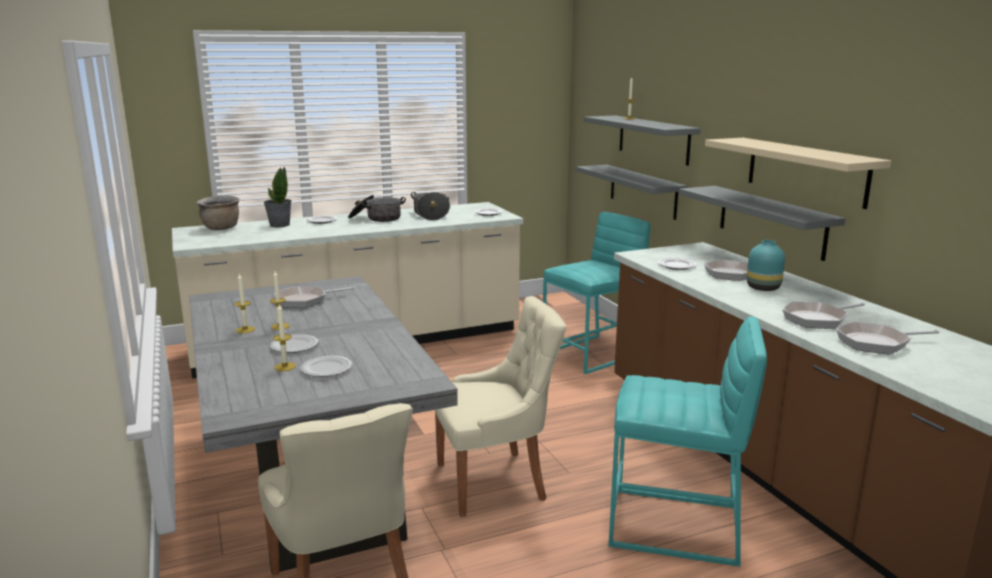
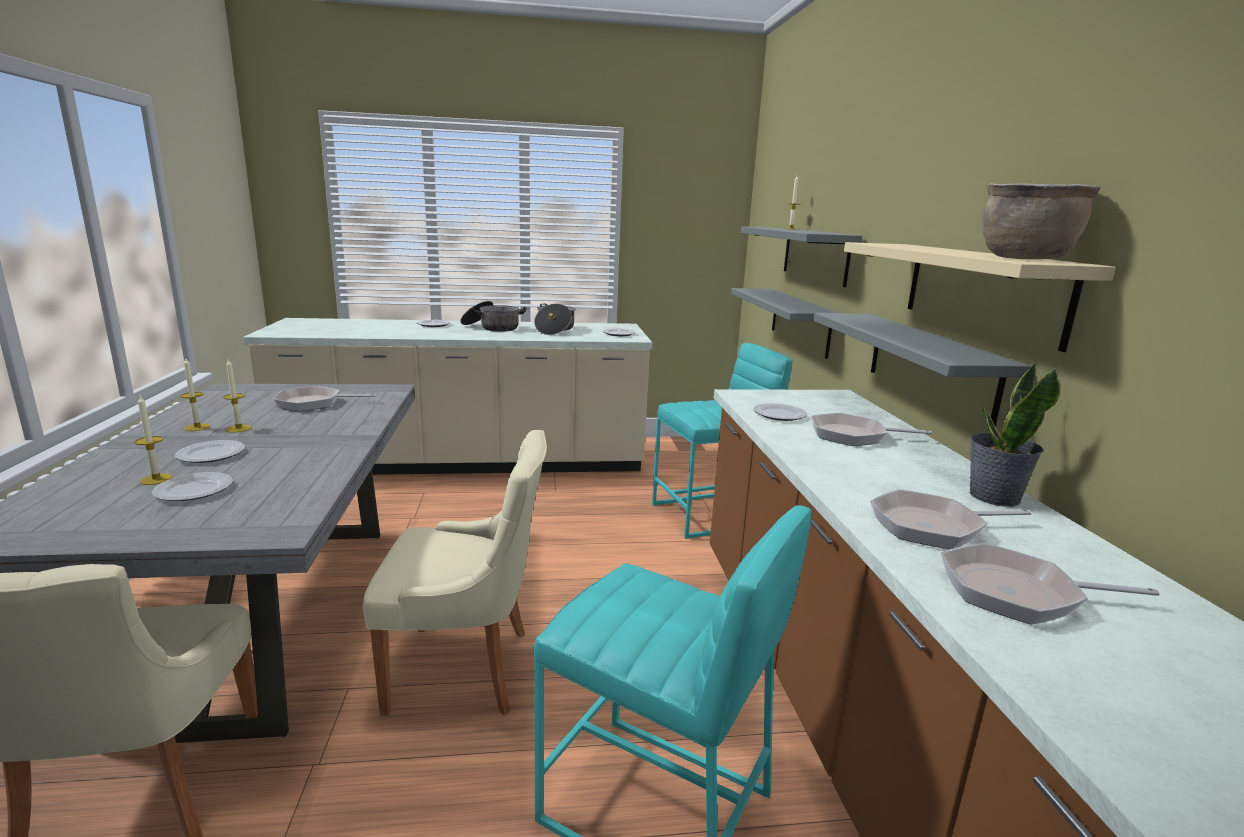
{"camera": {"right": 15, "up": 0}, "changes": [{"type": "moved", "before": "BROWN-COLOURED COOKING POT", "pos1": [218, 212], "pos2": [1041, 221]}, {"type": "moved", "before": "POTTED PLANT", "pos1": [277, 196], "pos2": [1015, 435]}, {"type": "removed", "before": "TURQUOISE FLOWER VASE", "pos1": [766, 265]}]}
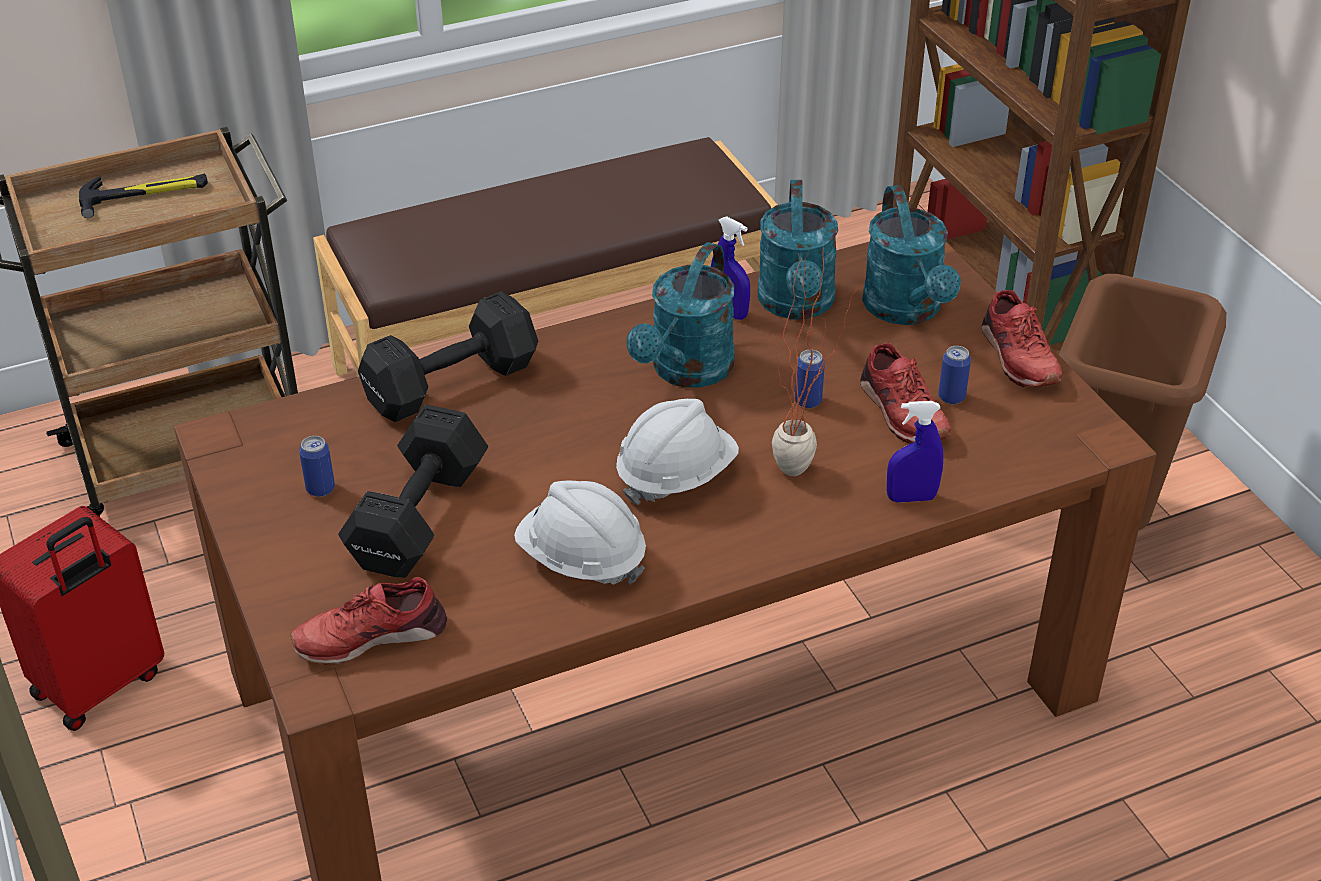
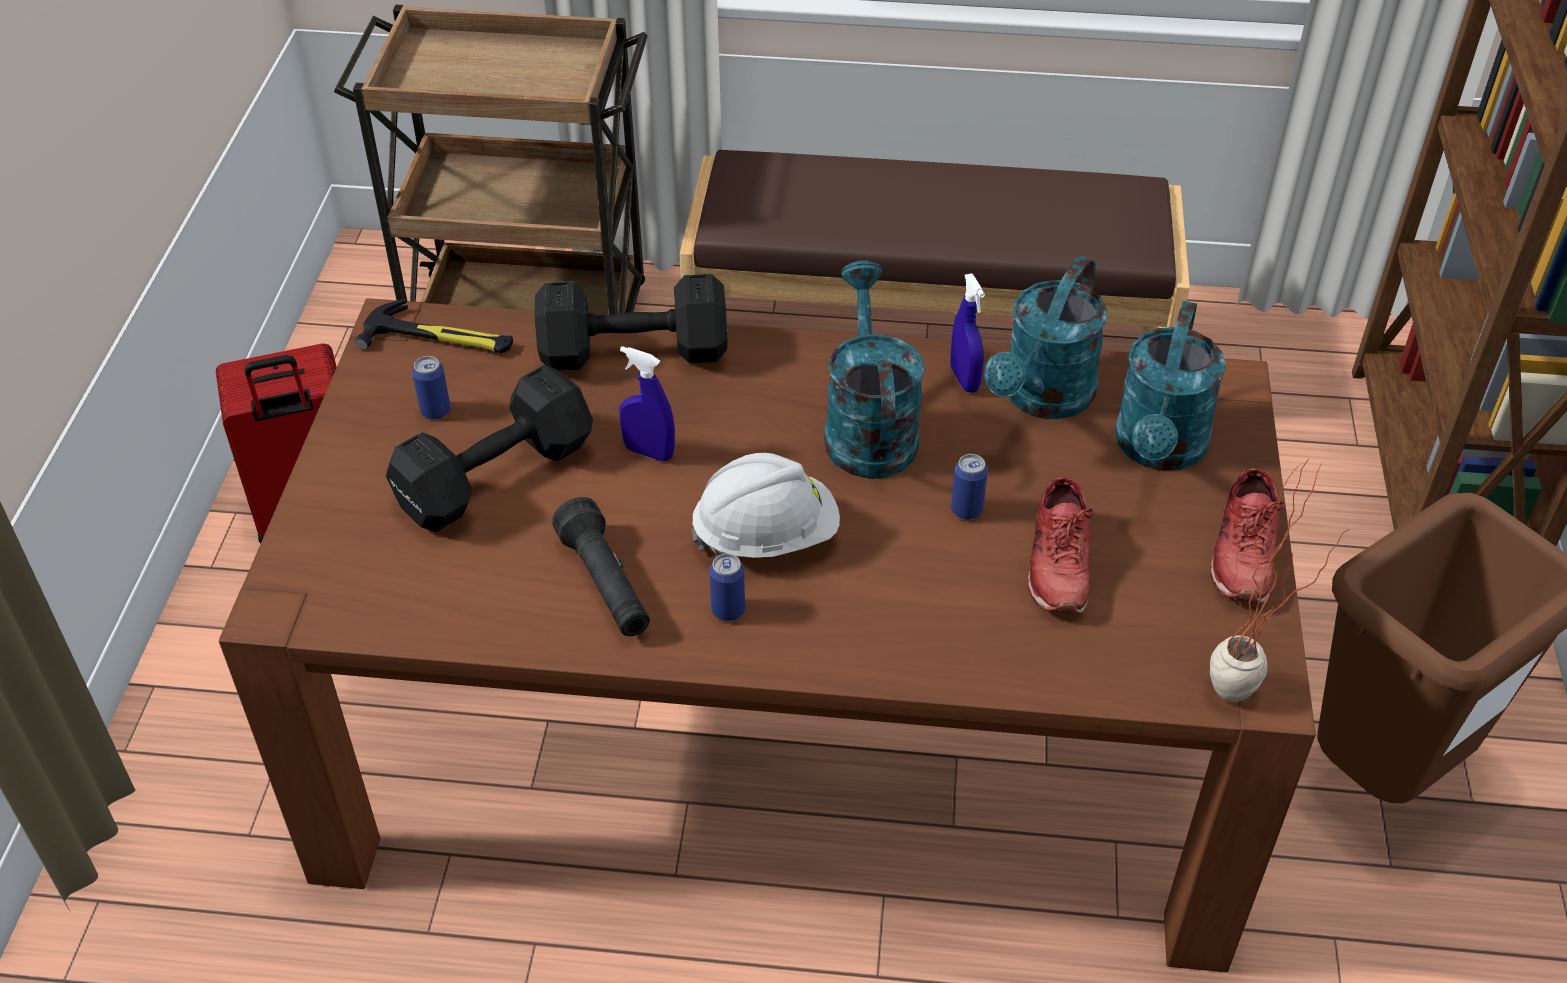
{"camera": {"right": 30, "up": 5}, "changes": [{"type": "moved", "before": "HAMMER", "pos1": [143, 196], "pos2": [434, 326]}, {"type": "removed", "before": "RED-COLOURED SHOE", "pos1": [368, 620]}, {"type": "replaced", "before": "WHITE HARD HAT", "after": "BLACK HAND TORCH", "pos1": [580, 533], "pos2": [601, 566]}, {"type": "turned", "before": "TURQUOISE WATERING POT", "pos1": [681, 315], "pos2": [874, 370], "turn": 120}, {"type": "moved", "before": "POTTED PLANT", "pos1": [815, 360], "pos2": [1279, 580]}, {"type": "moved", "before": "BLUISH HAND SPRAYER", "pos1": [915, 452], "pos2": [647, 404]}, {"type": "moved", "before": "SEALED CAN", "pos1": [954, 375], "pos2": [727, 587]}]}
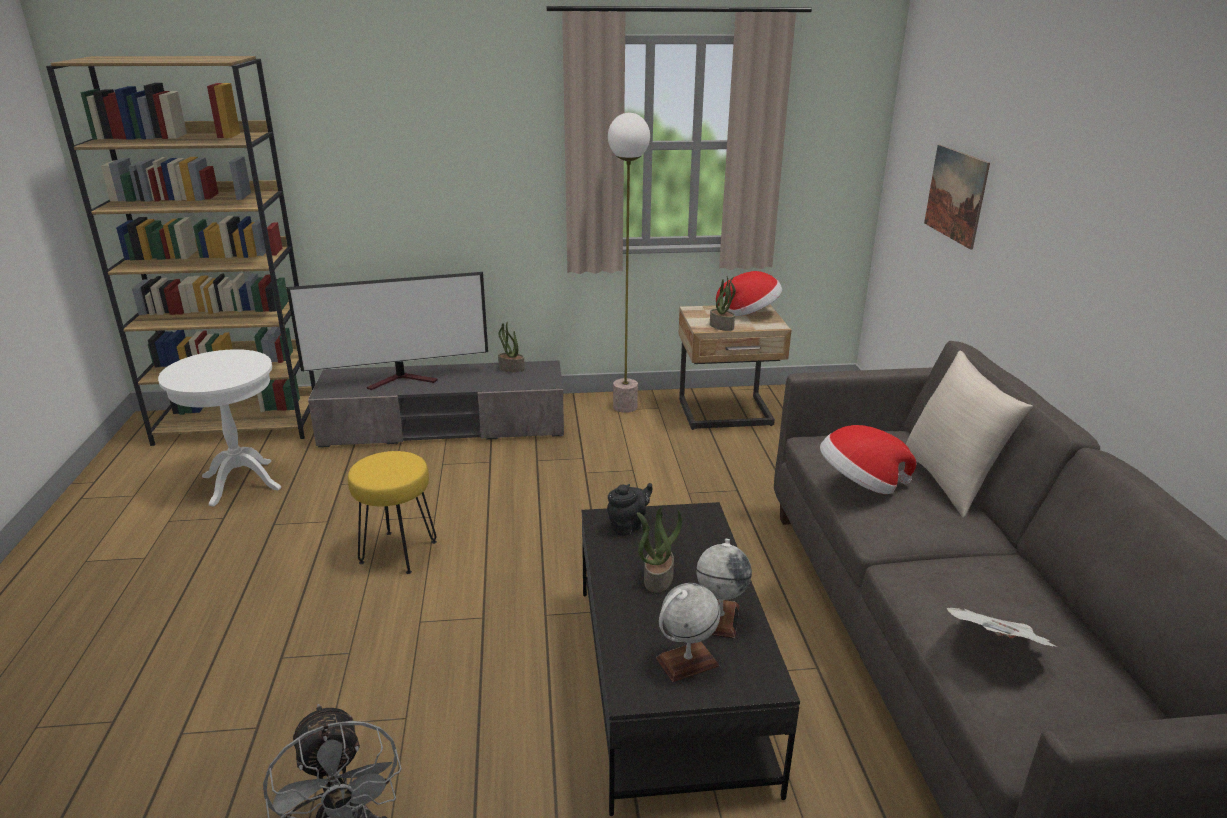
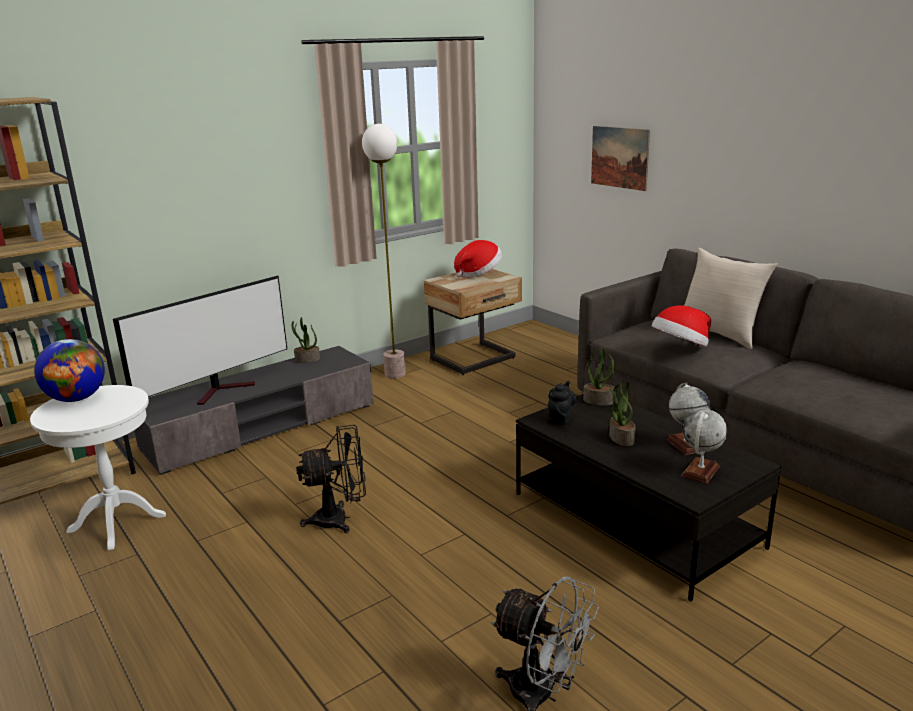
{"camera": {"right": -30, "up": -5}, "changes": [{"type": "replaced", "before": "YELLOWISH STOOL", "after": "BLACK FAN", "pos1": [392, 512], "pos2": [331, 479]}, {"type": "moved", "before": "POTTED PLANT", "pos1": [723, 303], "pos2": [599, 376]}, {"type": "removed", "before": "DAILY PAPER", "pos1": [1002, 627]}, {"type": "added", "after": "GLOBE", "pos2": [69, 370]}]}
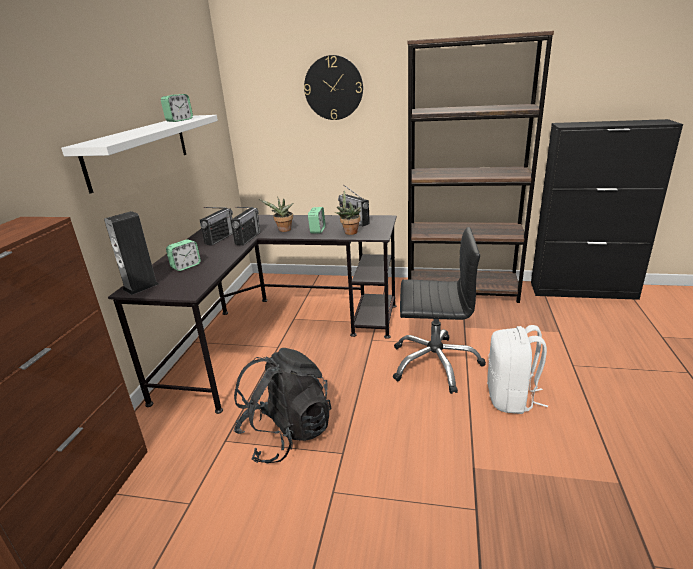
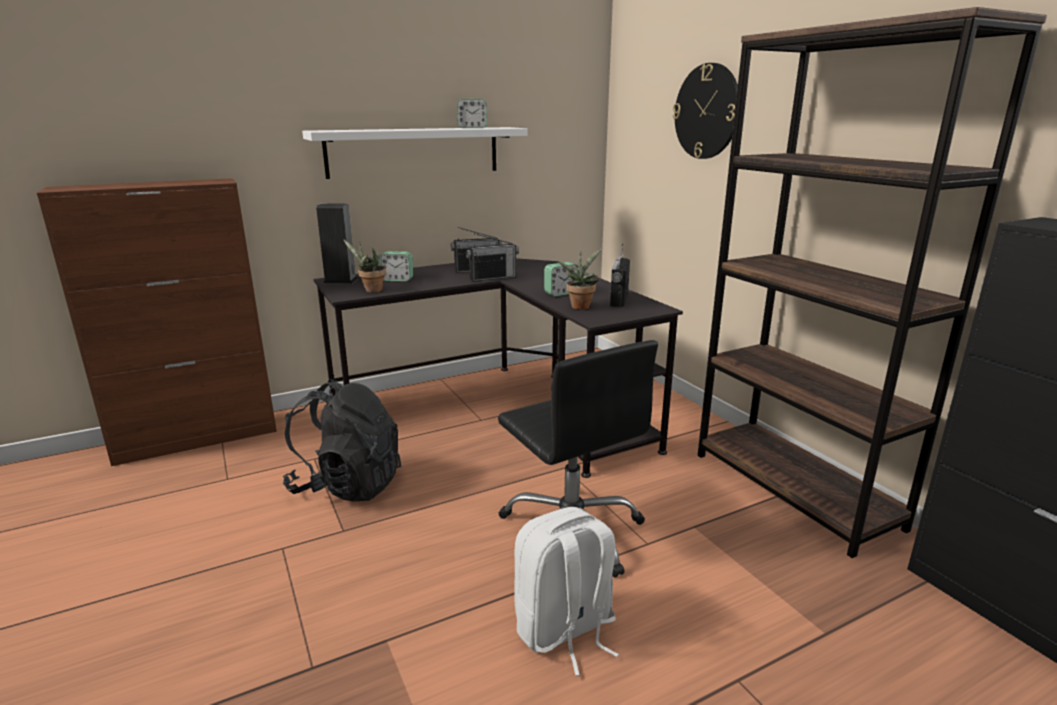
{"camera": {"right": 50, "up": -5}, "changes": [{"type": "moved", "before": "POTTED PLANT", "pos1": [276, 215], "pos2": [364, 266]}]}
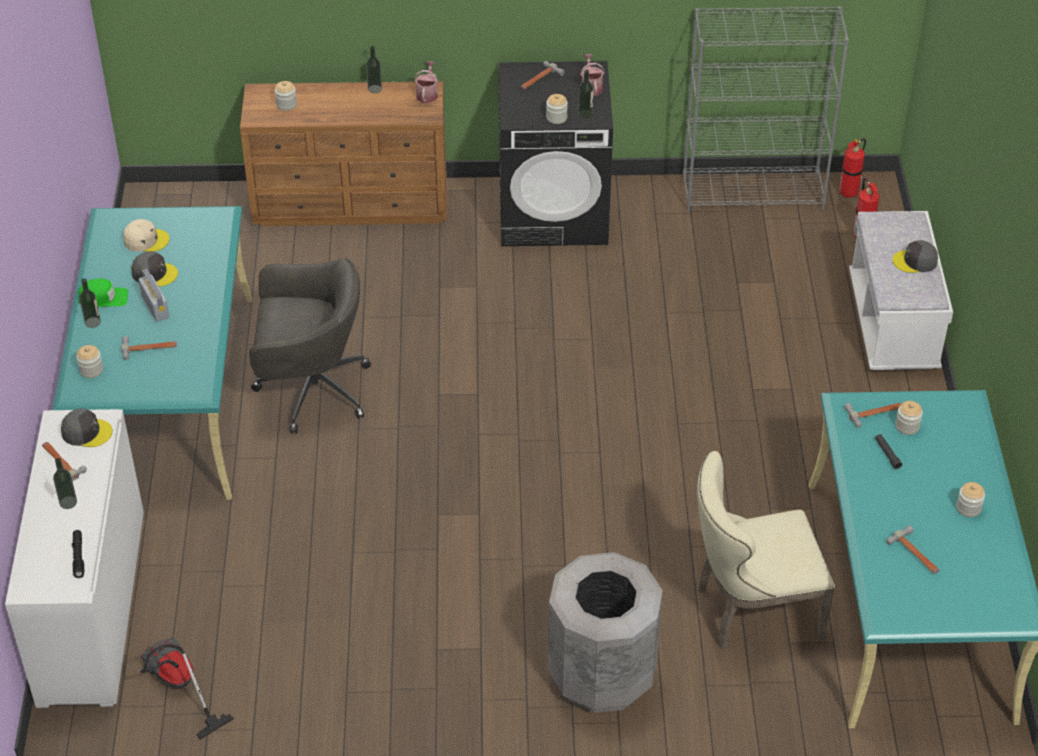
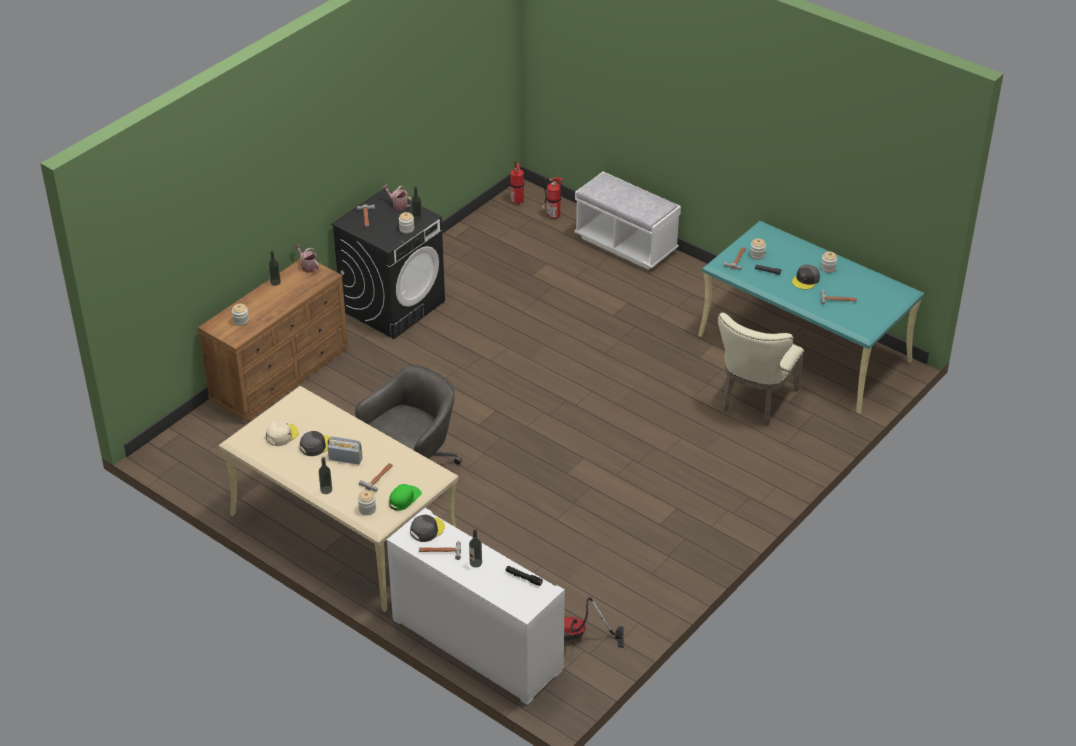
{"camera": {"right": -50, "up": -5}, "changes": [{"type": "recoloured", "before": "TURQUOISE DESK UNIT", "after": "BEIGE DESK UNIT", "pos1": [152, 353], "pos2": [339, 499]}, {"type": "moved", "before": "GREENISH BASEBALL CAP", "pos1": [103, 292], "pos2": [405, 497]}, {"type": "removed", "before": "GRAY RUBBISH BIN", "pos1": [605, 632]}, {"type": "removed", "before": "GRAY SHELVING UNIT", "pos1": [766, 109]}, {"type": "moved", "before": "GRAY BASEBALL CAP", "pos1": [915, 256], "pos2": [806, 276]}]}
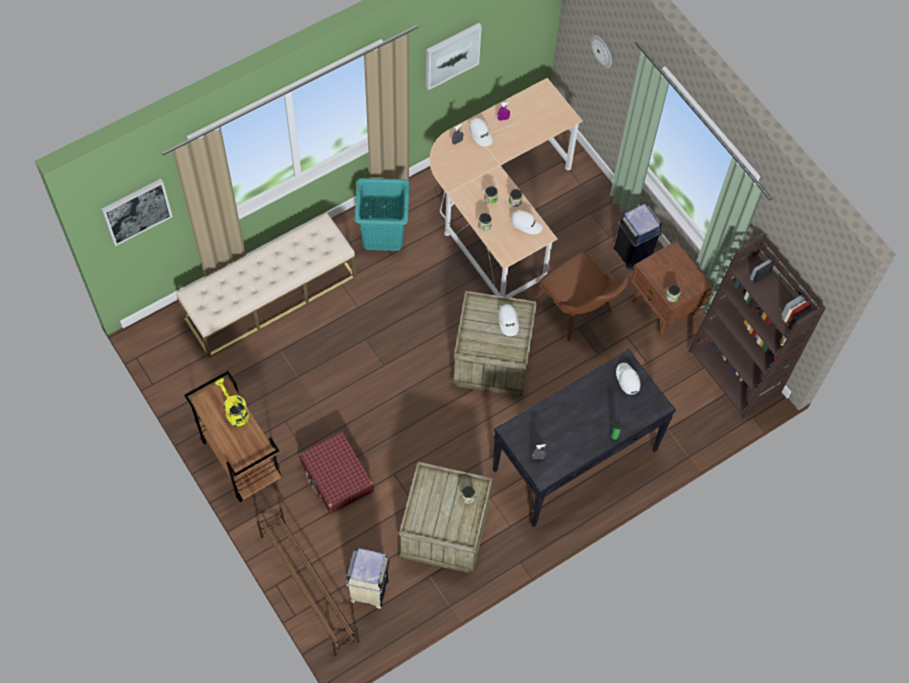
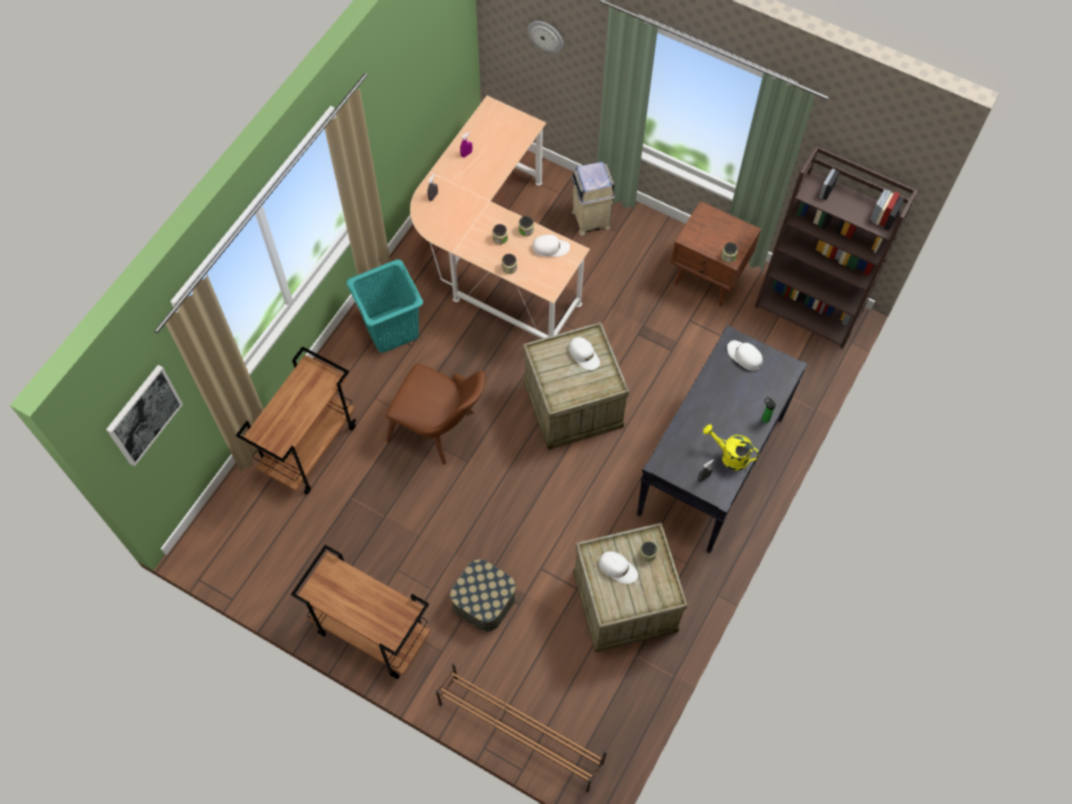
{"camera": {"right": -25, "up": 0}, "changes": [{"type": "replaced", "before": "BEIGE BENCH", "after": "BROWN-COLOURED WHEELED CART", "pos1": [266, 285], "pos2": [296, 420]}, {"type": "moved", "before": "YELLOWISH WATERING POT", "pos1": [232, 402], "pos2": [731, 447]}, {"type": "replaced", "before": "RED-COLOURED TRAVEL CASE", "after": "STORAGE BOX", "pos1": [336, 472], "pos2": [483, 595]}, {"type": "moved", "before": "BEIGE RUBBISH BIN", "pos1": [368, 578], "pos2": [593, 198]}, {"type": "removed", "before": "WALL PICTURE", "pos1": [454, 56]}, {"type": "moved", "before": "WHITE BASEBALL CAP", "pos1": [481, 132], "pos2": [618, 567]}, {"type": "moved", "before": "BROWN-COLOURED UPRIGHT CHAIR", "pos1": [581, 296], "pos2": [435, 414]}, {"type": "removed", "before": "BLUISH RUBBISH BIN", "pos1": [637, 236]}]}
